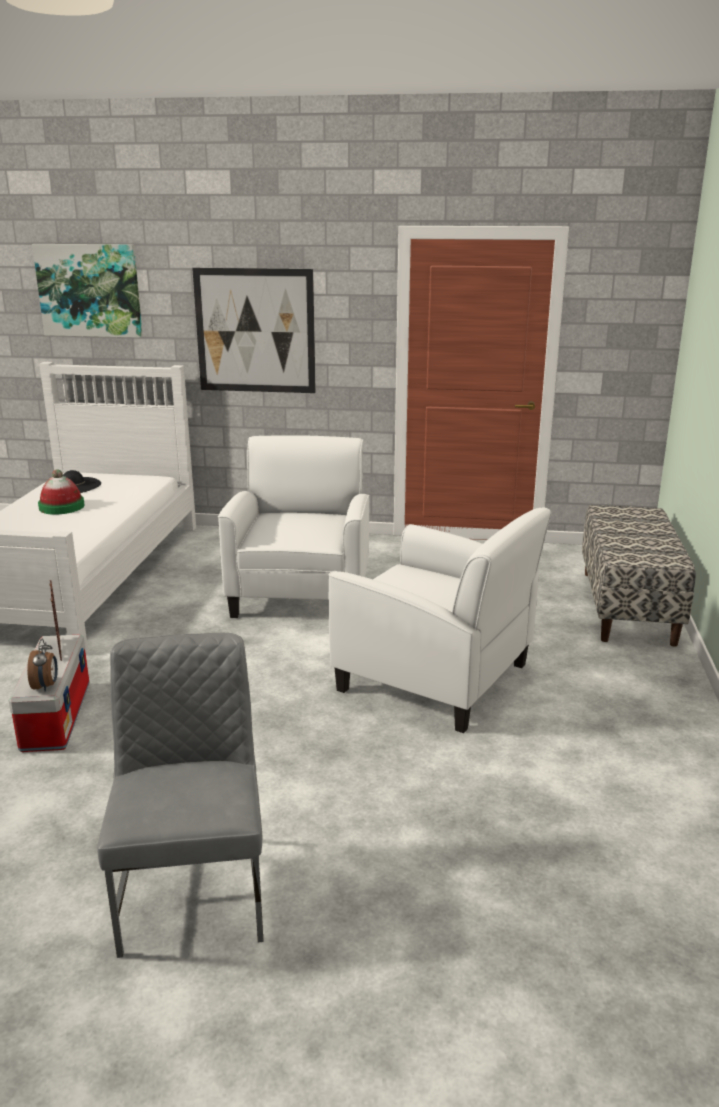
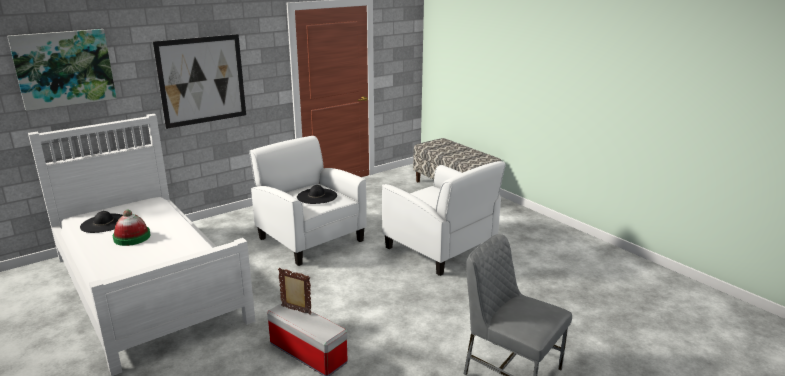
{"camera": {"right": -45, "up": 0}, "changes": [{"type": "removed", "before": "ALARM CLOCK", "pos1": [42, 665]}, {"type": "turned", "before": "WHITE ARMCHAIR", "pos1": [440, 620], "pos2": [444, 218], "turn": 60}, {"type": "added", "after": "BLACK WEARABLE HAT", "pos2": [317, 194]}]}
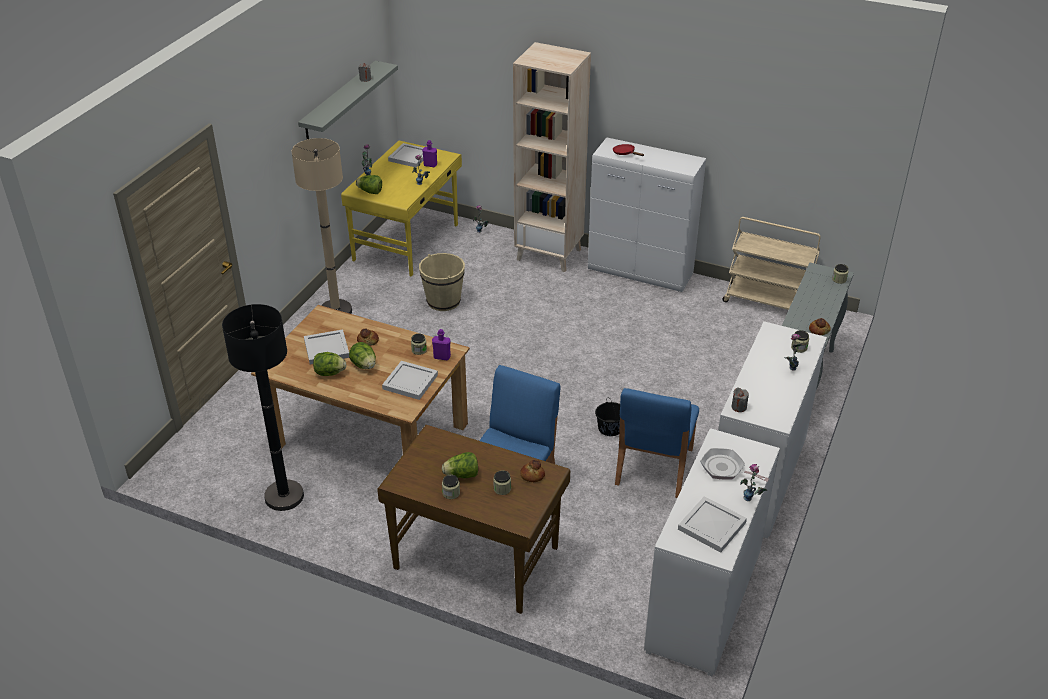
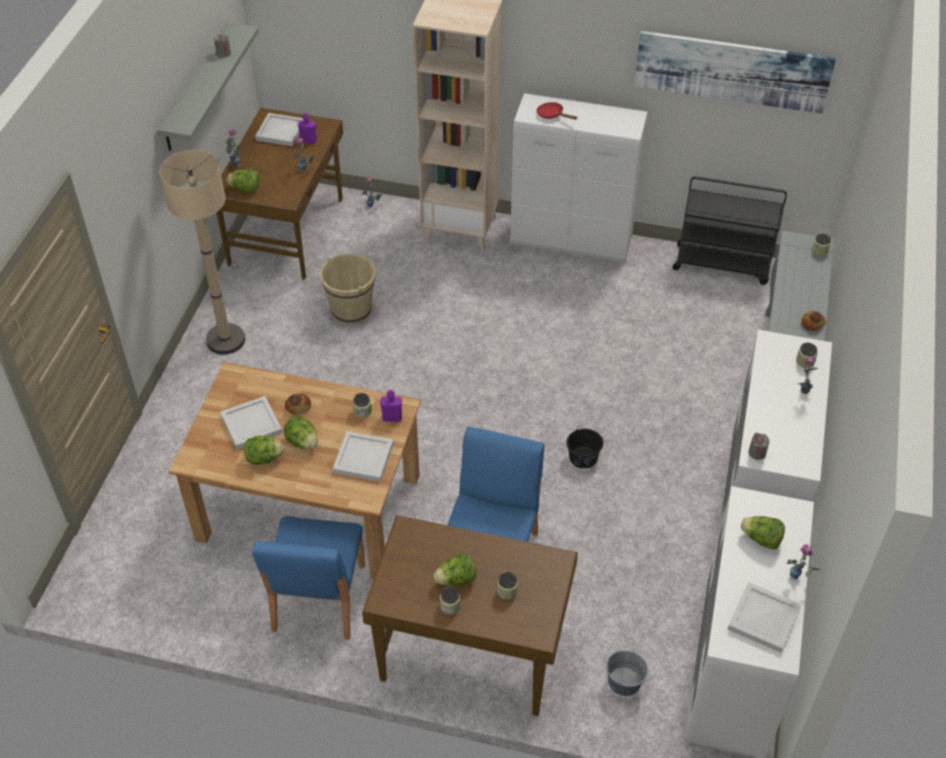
{"camera": {"right": -10, "up": 10}, "changes": [{"type": "removed", "before": "BLACK STANDING LAMP", "pos1": [263, 407]}, {"type": "recoloured", "before": "YELLOWISH DESK UNIT", "after": "BROWN-COLOURED DESK UNIT", "pos1": [401, 209], "pos2": [279, 194]}, {"type": "removed", "before": "BREAD", "pos1": [532, 471]}, {"type": "moved", "before": "BLUISH UPRIGHT CHAIR", "pos1": [657, 443], "pos2": [308, 578]}, {"type": "replaced", "before": "PAN", "after": "LETTUCE HEAD", "pos1": [734, 465], "pos2": [763, 533]}, {"type": "recoloured", "before": "BEIGE WHEELED CART", "after": "BLACK WHEELED CART", "pos1": [771, 263], "pos2": [729, 230]}, {"type": "added", "after": "GRAY WATER BUCKET", "pos2": [627, 672]}, {"type": "added", "after": "WALL PICTURE", "pos2": [735, 72]}]}
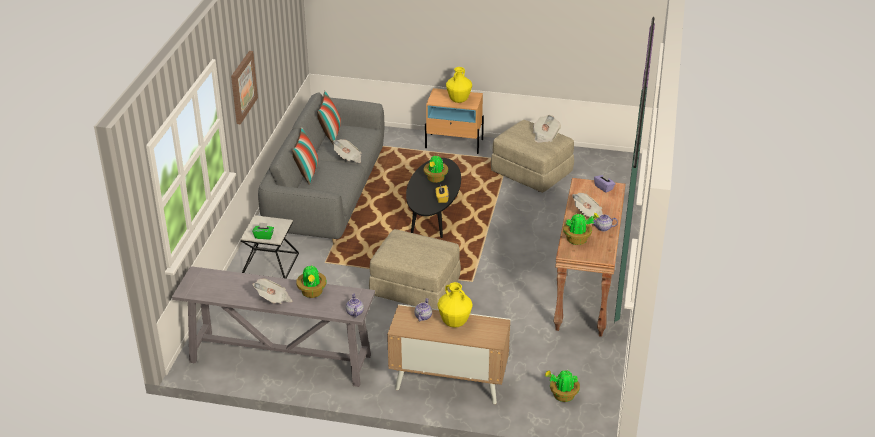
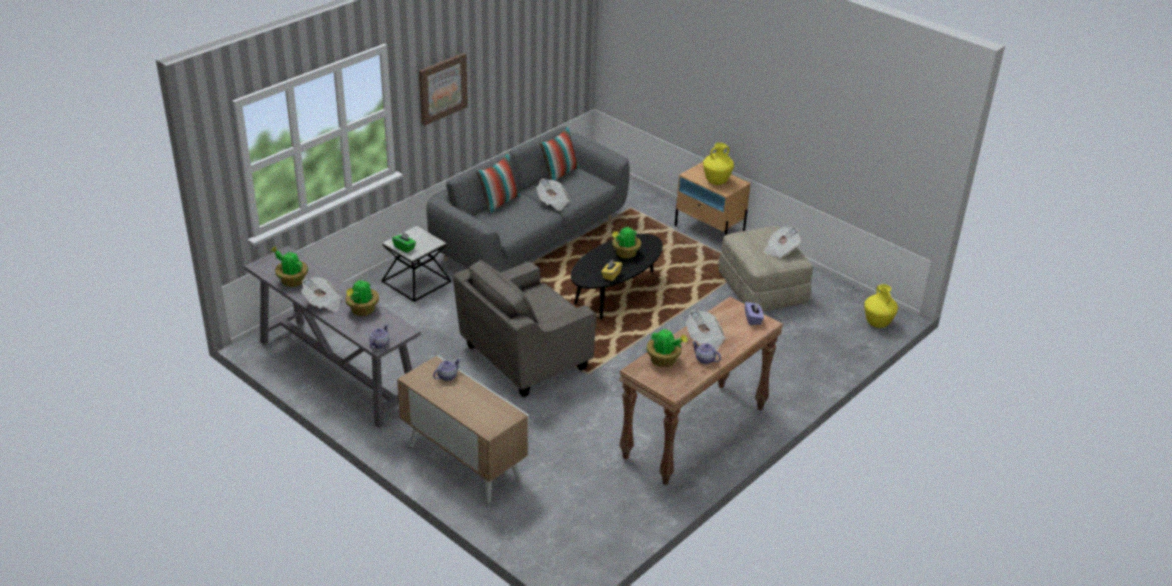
{"camera": {"right": 30, "up": 0}, "changes": [{"type": "replaced", "before": "BEIGE FOOTREST", "after": "GRAY ARMCHAIR", "pos1": [415, 269], "pos2": [524, 329]}, {"type": "moved", "before": "YELLOWISH FLOWER VASE", "pos1": [455, 305], "pos2": [881, 306]}, {"type": "moved", "before": "POTTED PLANT", "pos1": [562, 386], "pos2": [289, 266]}]}
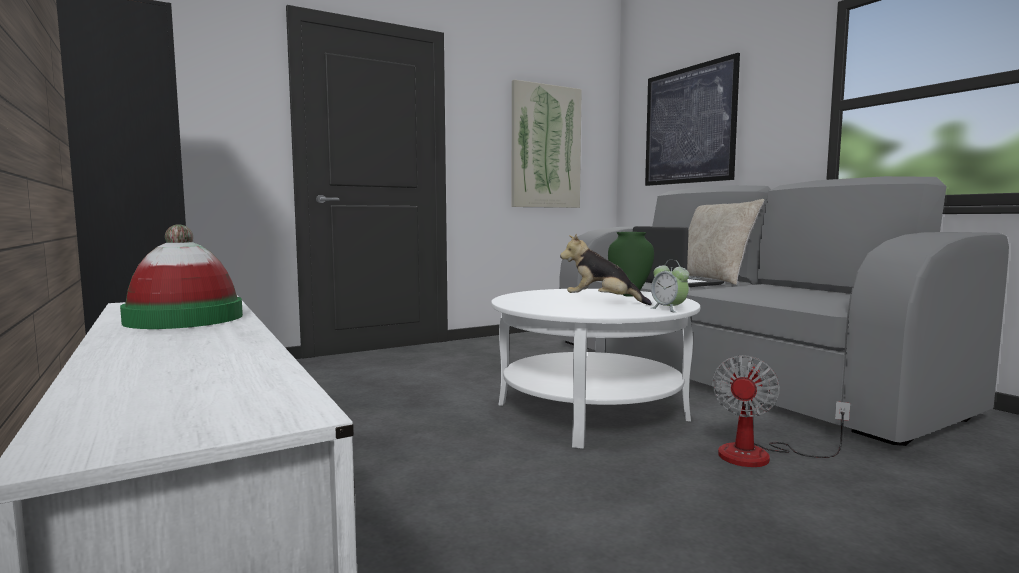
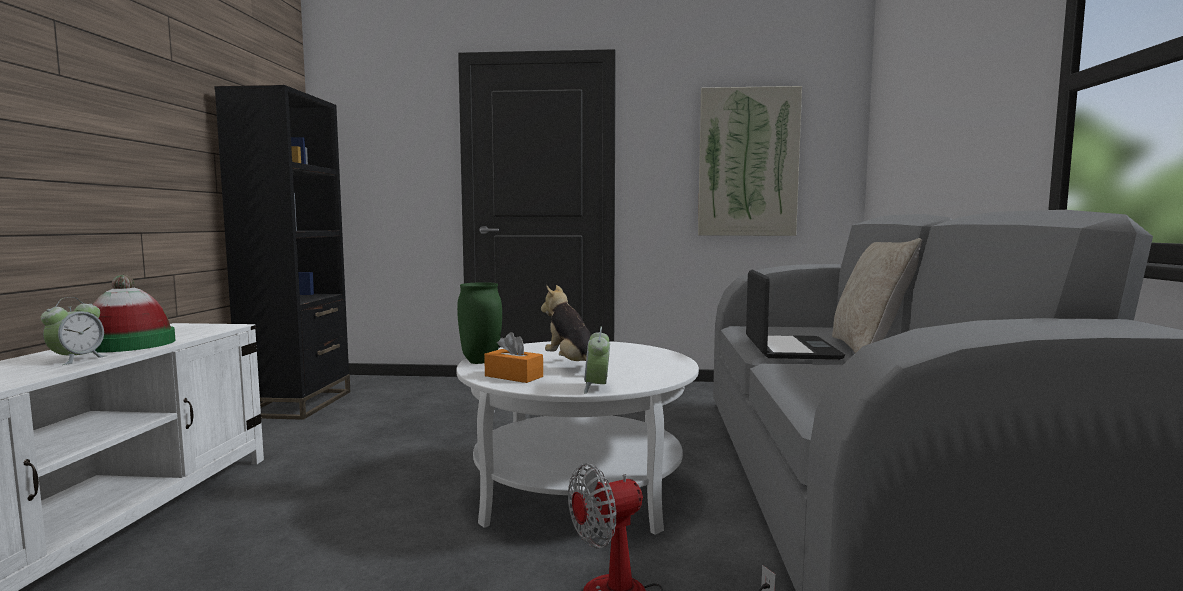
{"camera": {"right": 35, "up": 0}, "changes": [{"type": "moved", "before": "GREENISH FLOWER VASE", "pos1": [631, 264], "pos2": [479, 323]}, {"type": "removed", "before": "WALL PICTURE", "pos1": [692, 119]}, {"type": "added", "after": "ALARM CLOCK", "pos2": [74, 331]}, {"type": "added", "after": "ORANGE-COLOURED BOX OF TISSUES", "pos2": [513, 357]}]}
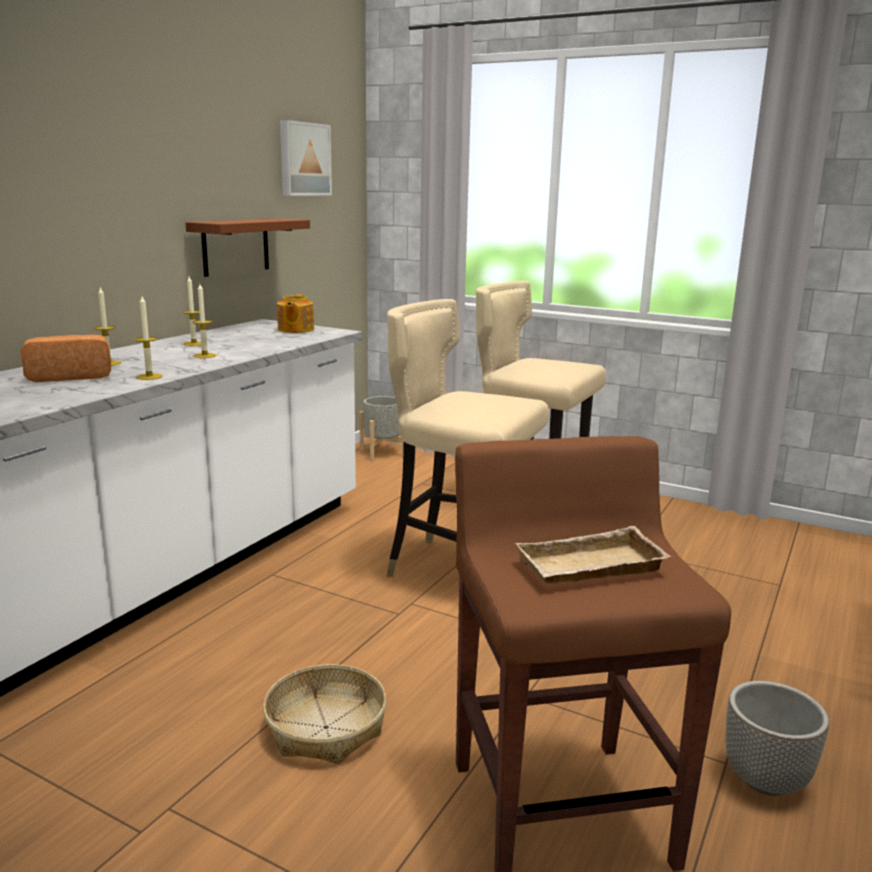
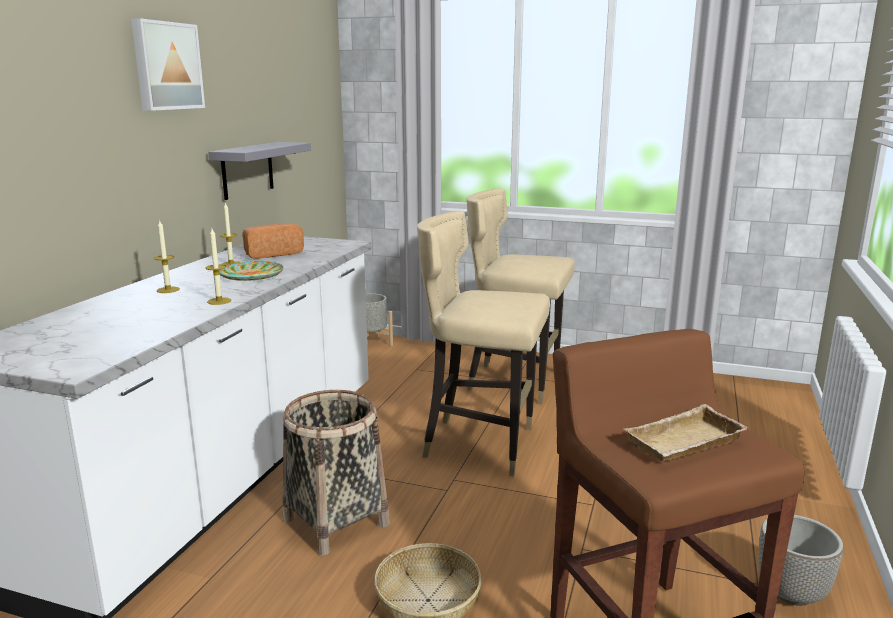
{"camera": {"right": -10, "up": 0}, "changes": [{"type": "moved", "before": "BREAD", "pos1": [65, 358], "pos2": [273, 241]}, {"type": "recoloured", "before": "BROWN-COLOURED WALL SHELF", "after": "GRAY WALL SHELF", "pos1": [247, 247], "pos2": [259, 171]}, {"type": "replaced", "before": "CANDLE", "after": "PLATE", "pos1": [204, 321], "pos2": [251, 271]}, {"type": "removed", "before": "TEA POT", "pos1": [295, 313]}, {"type": "moved", "before": "WALL PICTURE", "pos1": [306, 158], "pos2": [168, 64]}, {"type": "added", "after": "STORAGE BASKET", "pos2": [336, 472]}]}
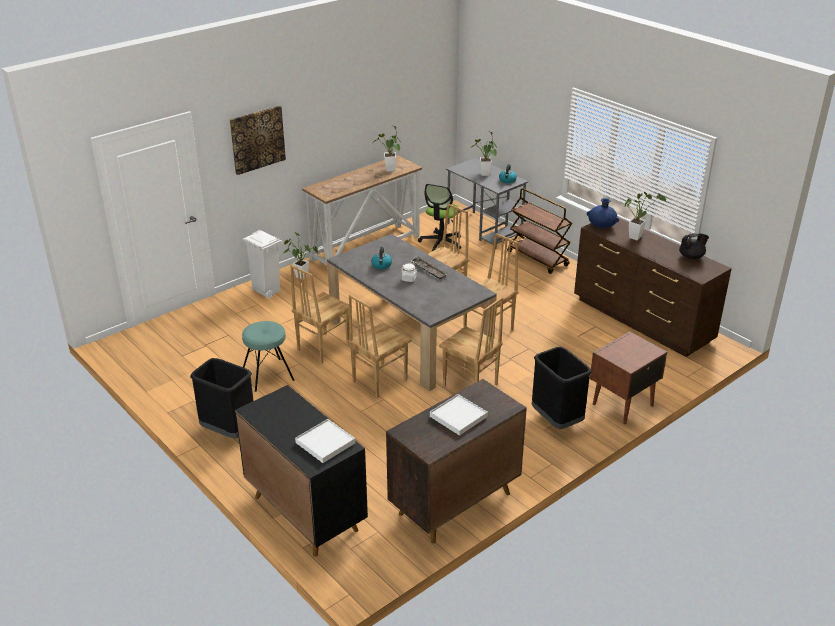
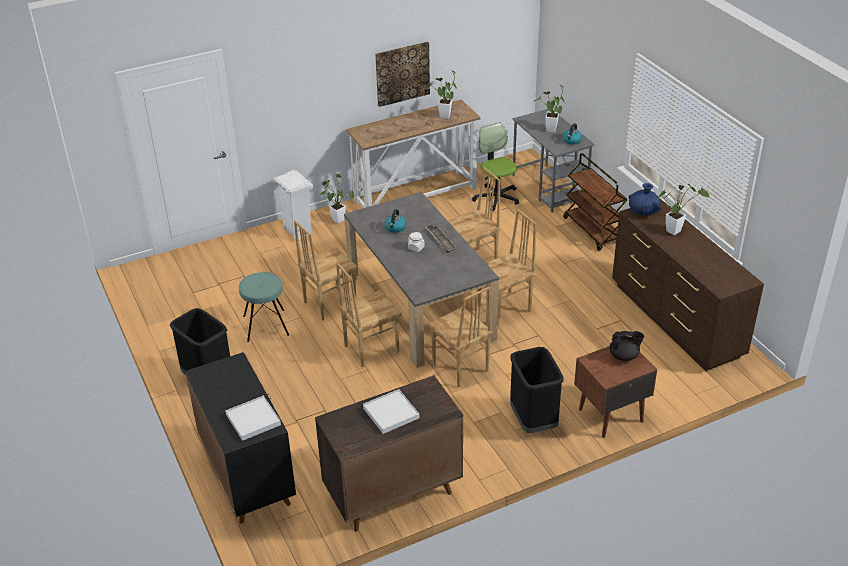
{"camera": {"right": 15, "up": 5}, "changes": [{"type": "moved", "before": "WALL PICTURE", "pos1": [258, 140], "pos2": [402, 74]}, {"type": "turned", "before": "OFFICE CHAIR", "pos1": [439, 217], "pos2": [495, 167], "turn": 120}, {"type": "moved", "before": "BLACK TEA POT", "pos1": [694, 246], "pos2": [626, 346]}]}
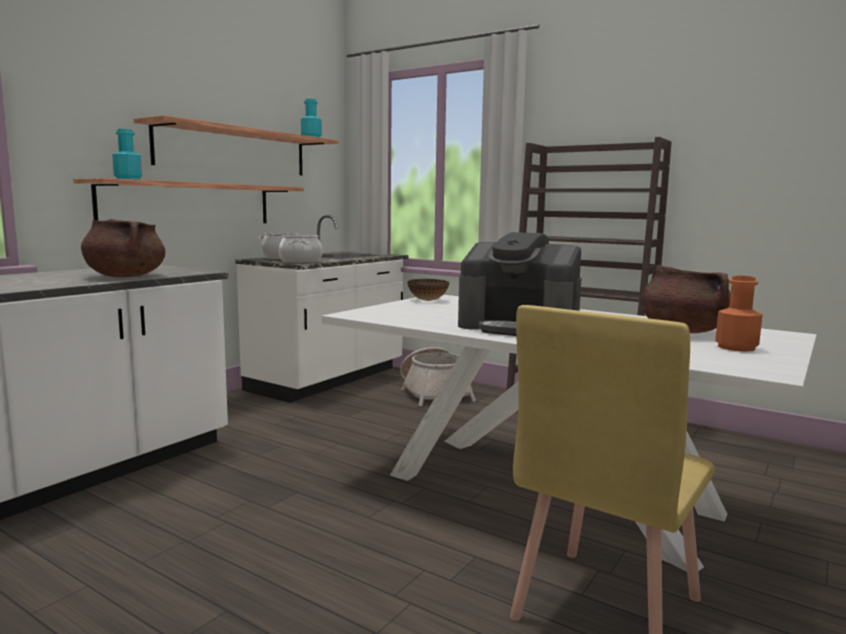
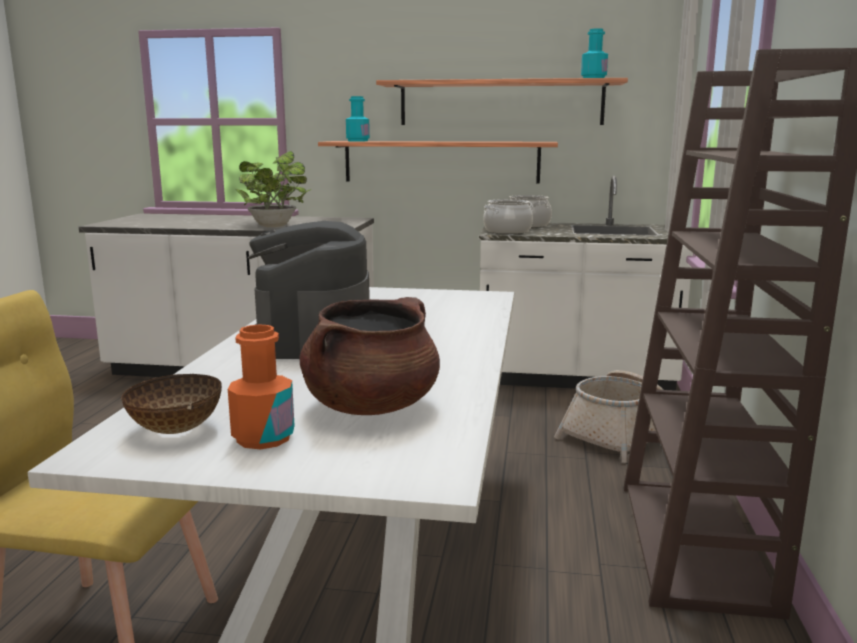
{"camera": {"right": 65, "up": 5}, "changes": [{"type": "replaced", "before": "BROWN-COLOURED COOKING POT", "after": "POTTED PLANT", "pos1": [123, 248], "pos2": [273, 189]}, {"type": "moved", "before": "BOWL", "pos1": [428, 290], "pos2": [171, 404]}]}
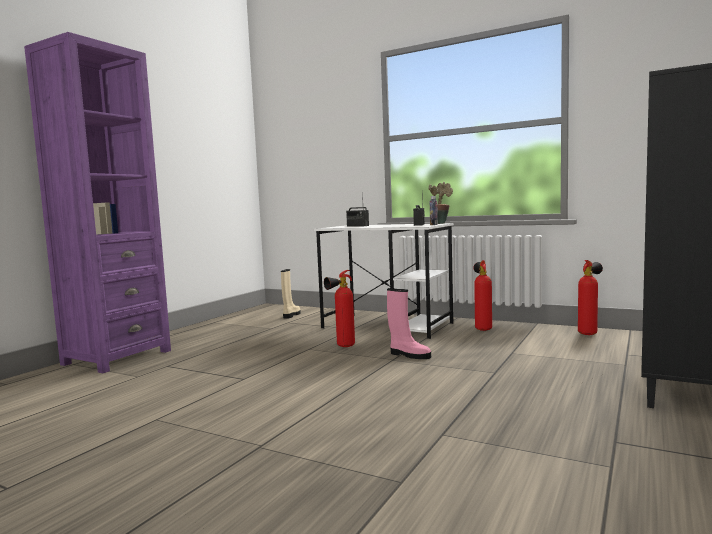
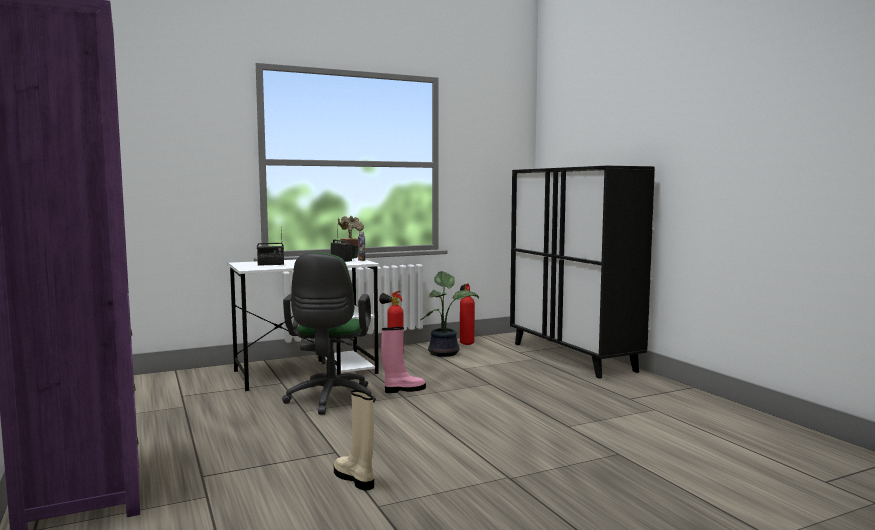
{"camera": {"right": -55, "up": 0}, "changes": [{"type": "moved", "before": "BEIGE HIGH-TOP BOOT", "pos1": [291, 294], "pos2": [354, 440]}, {"type": "replaced", "before": "FIRE EXTINGUISHER", "after": "GREENISH OFFICE CHAIR", "pos1": [339, 308], "pos2": [329, 333]}, {"type": "added", "after": "POTTED PLANT", "pos2": [450, 314]}]}
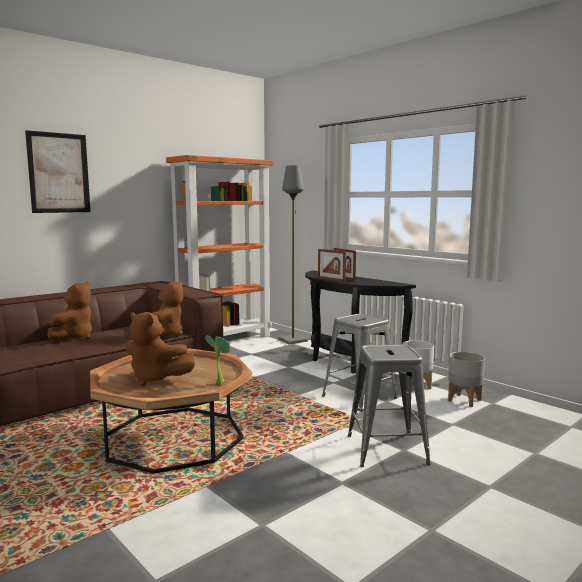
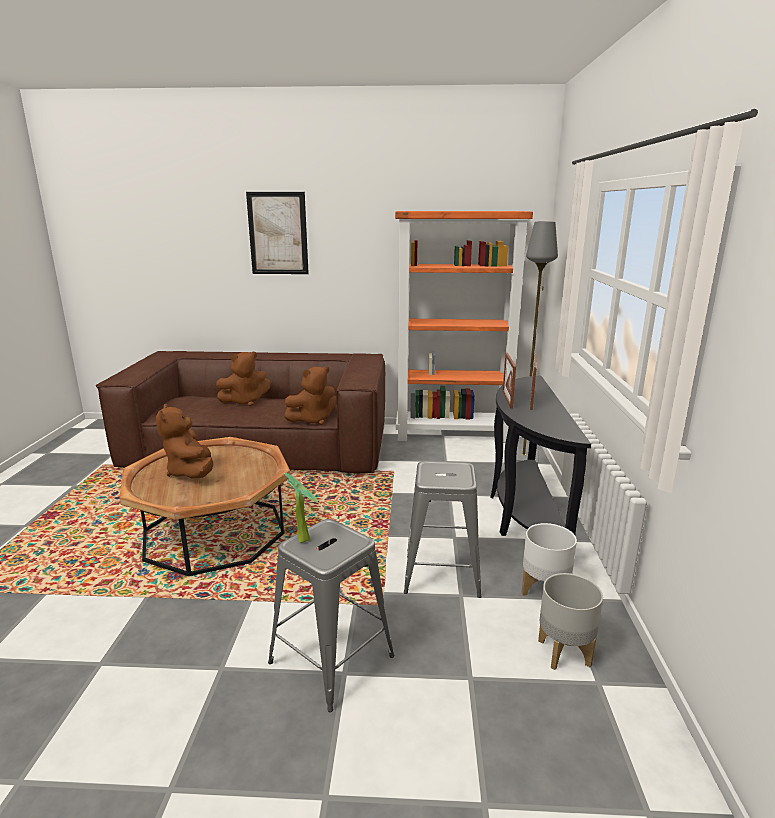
{"camera": {"right": 45, "up": 10}, "changes": [{"type": "moved", "before": "POTTED PLANT", "pos1": [217, 359], "pos2": [301, 508]}]}
